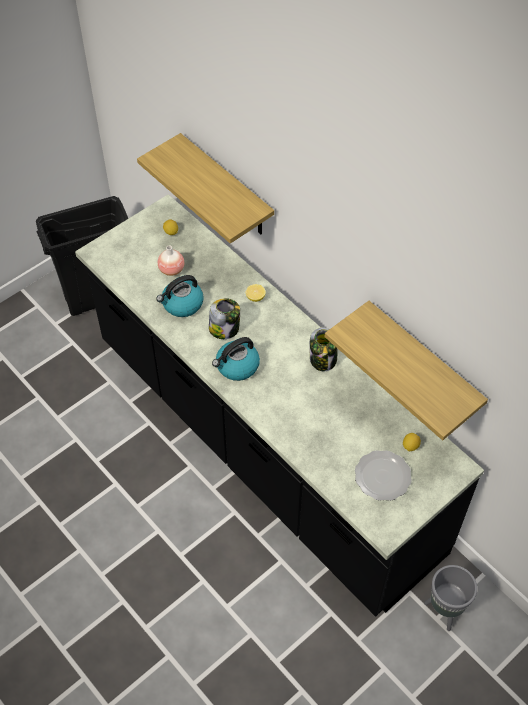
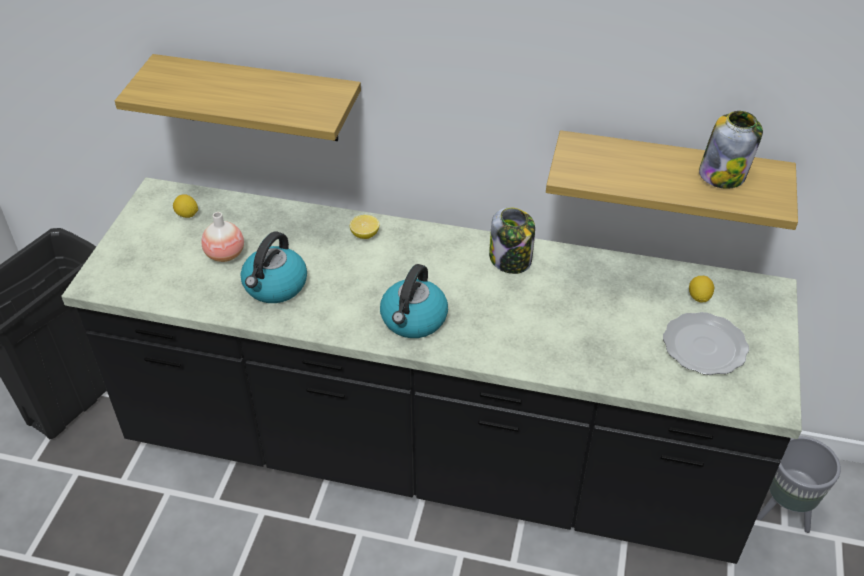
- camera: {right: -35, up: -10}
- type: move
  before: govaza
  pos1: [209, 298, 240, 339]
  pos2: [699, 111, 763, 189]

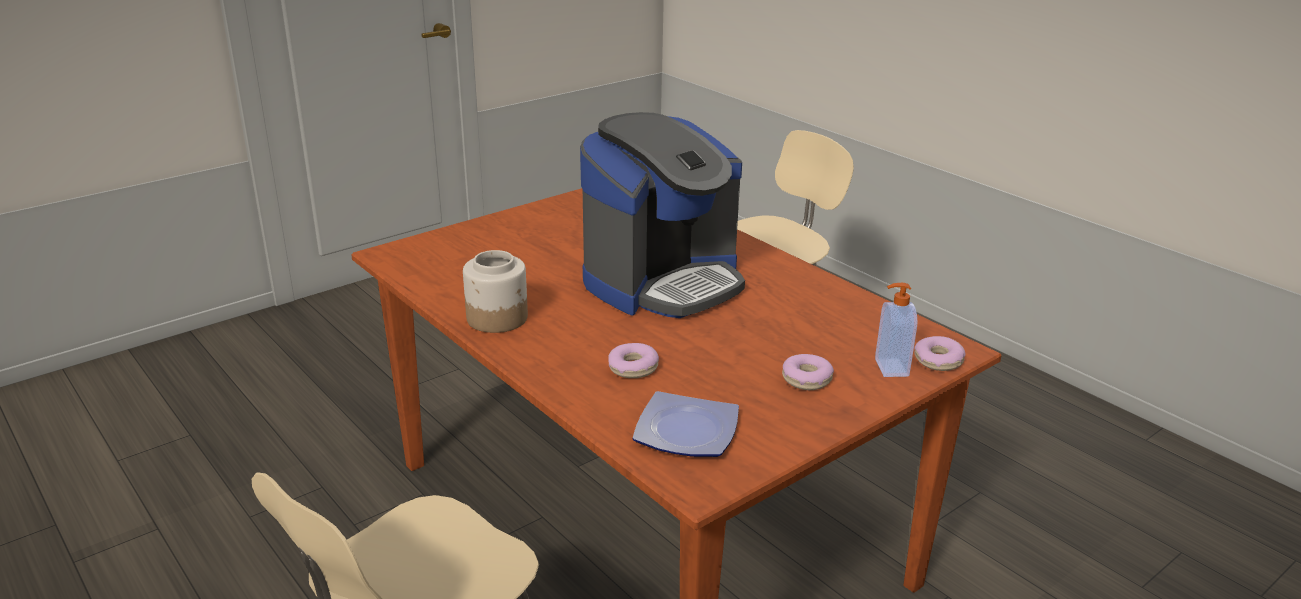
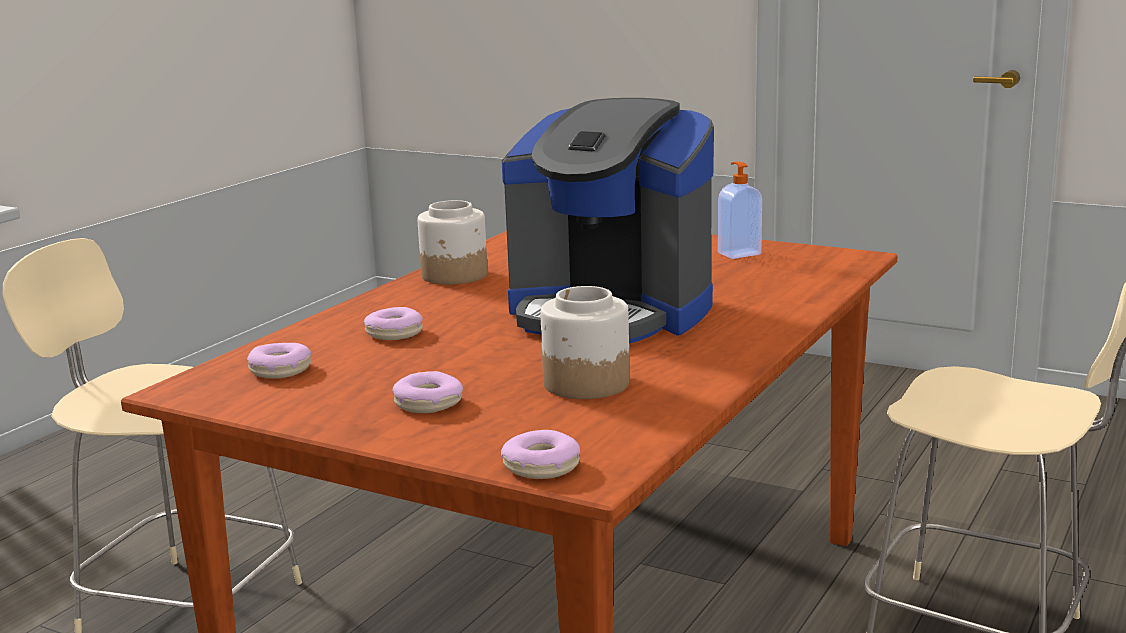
- camera: {right: 70, up: -10}
- type: move
  before: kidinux
  pos1: [875, 283, 918, 377]
  pos2: [718, 161, 762, 259]
- type: replace
  before: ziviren
  after: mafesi
  pos1: [632, 391, 739, 457]
  pos2: [247, 343, 311, 379]
- type: insert
  after: govaza
  pos2: [541, 286, 630, 399]

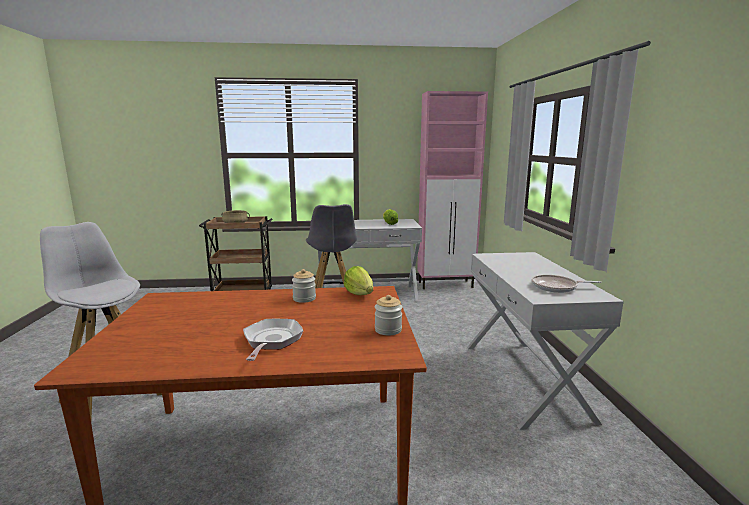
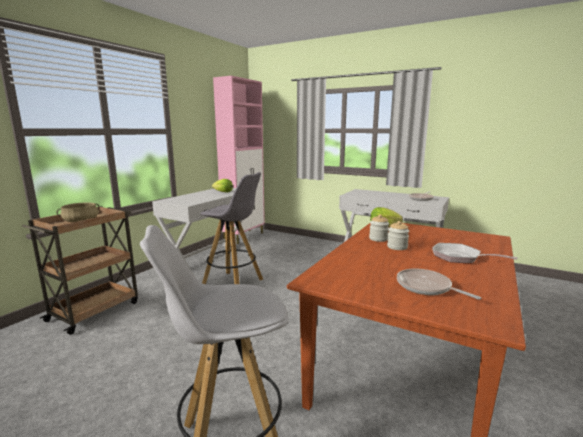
- camera: {right: -55, up: 0}
- type: move
  before: govaza
  pos1: [375, 295, 402, 335]
  pos2: [387, 221, 409, 250]
- type: insert
  after: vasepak
  pos2: [397, 269, 481, 299]

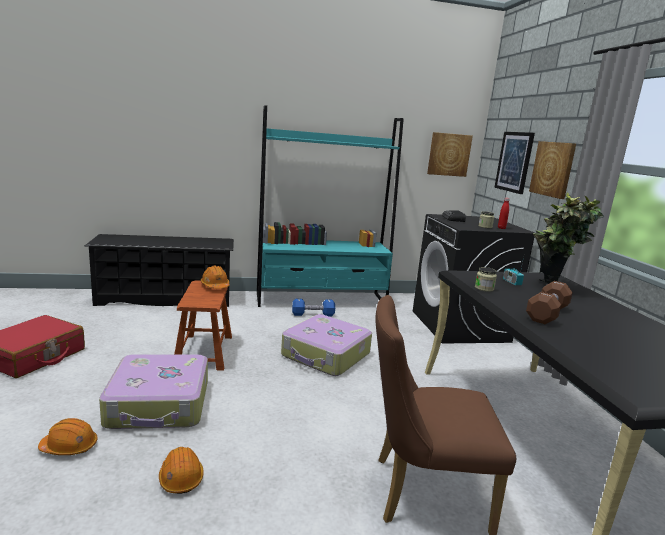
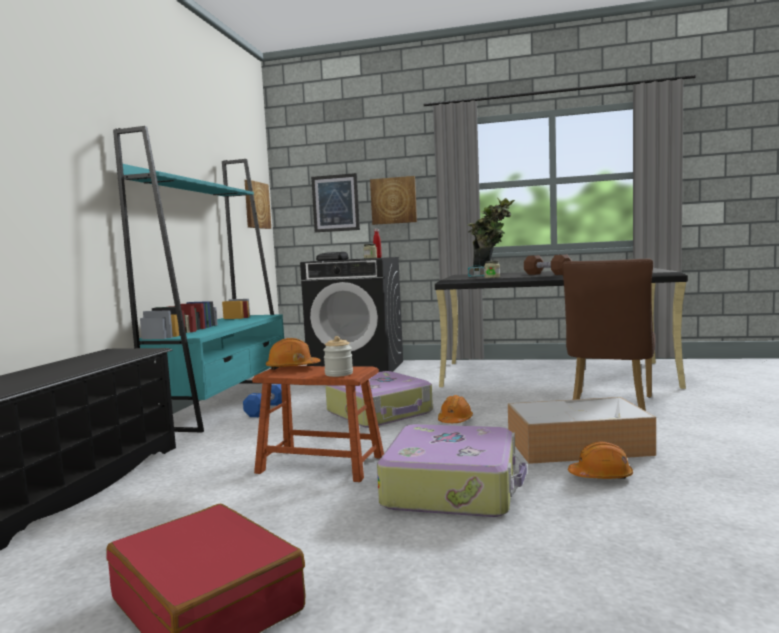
- camera: {right: -65, up: -10}
- type: move
  before: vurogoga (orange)
  pos1: [38, 418, 98, 455]
  pos2: [438, 395, 473, 423]
- type: insert
  after: govaza
  pos2: [323, 336, 353, 377]
- type: insert
  after: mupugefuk
  pos2: [508, 397, 656, 464]

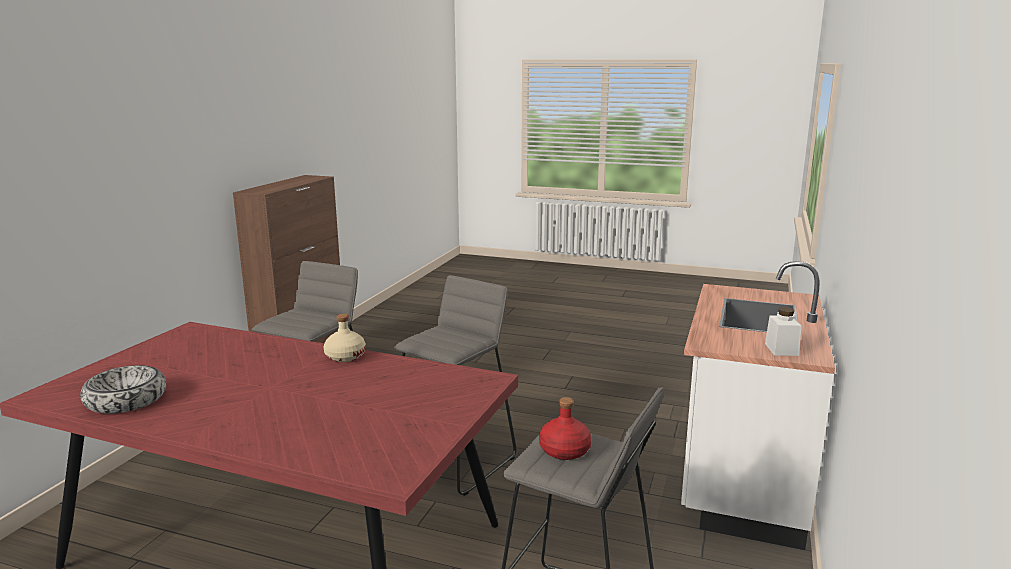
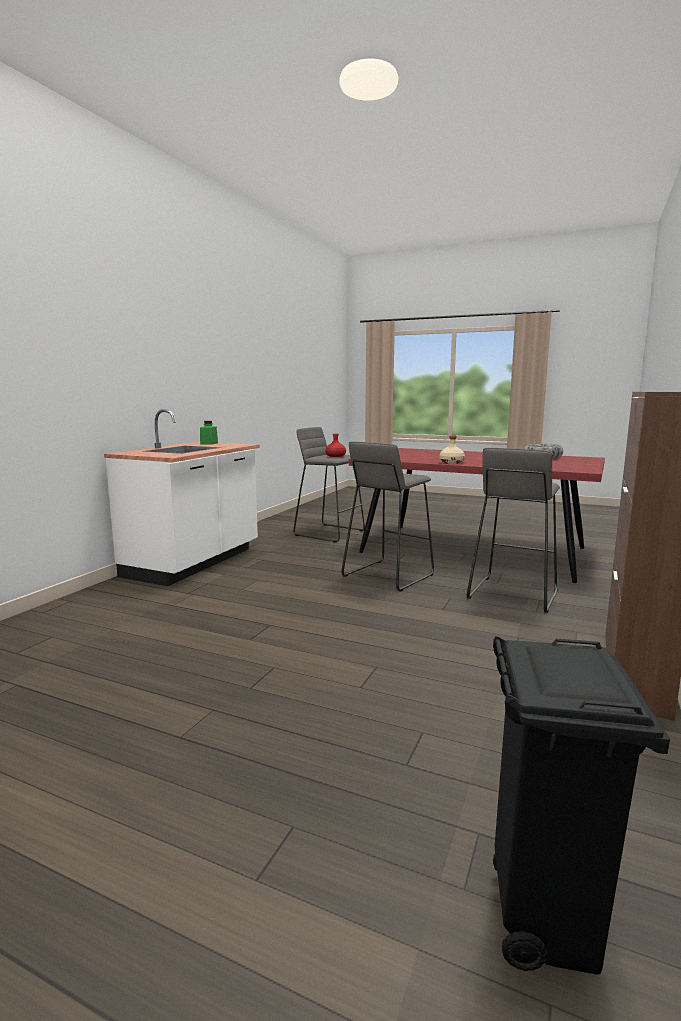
- camera: {right: -175, up: -5}
- type: recolor
  before: govaza (white)
  after: govaza (green)
  pos1: [765, 307, 801, 356]
  pos2: [200, 421, 218, 445]
- type: insert
  after: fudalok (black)
  pos2: [493, 636, 670, 975]

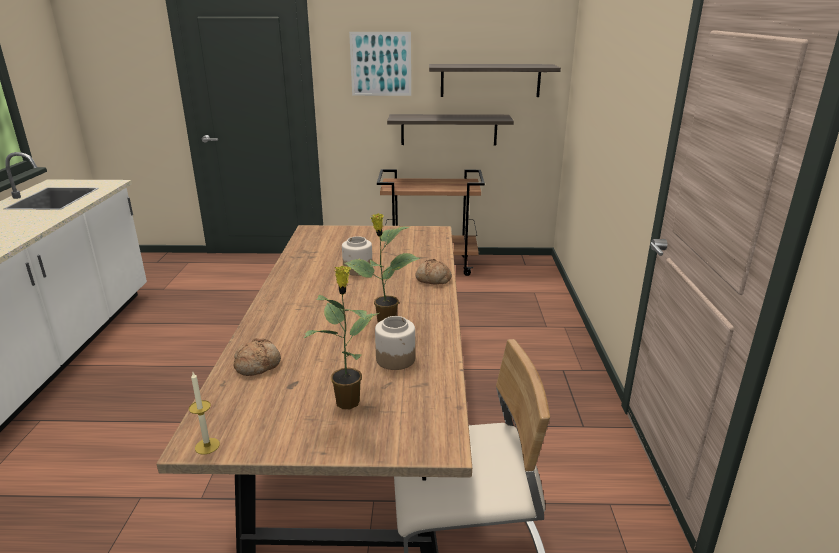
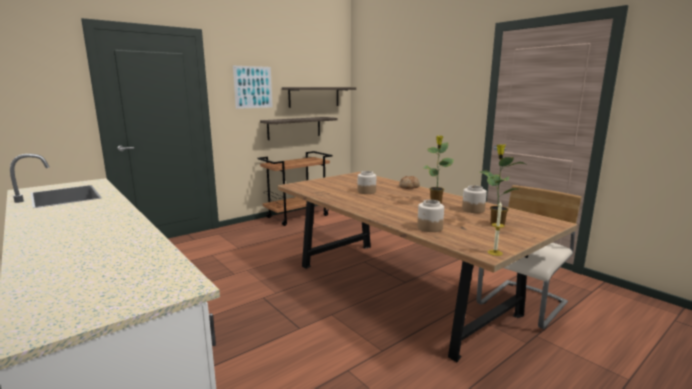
- camera: {right: -40, up: -10}
- type: replace
  before: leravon
  after: govaza
  pos1: [234, 338, 281, 376]
  pos2: [417, 200, 444, 232]

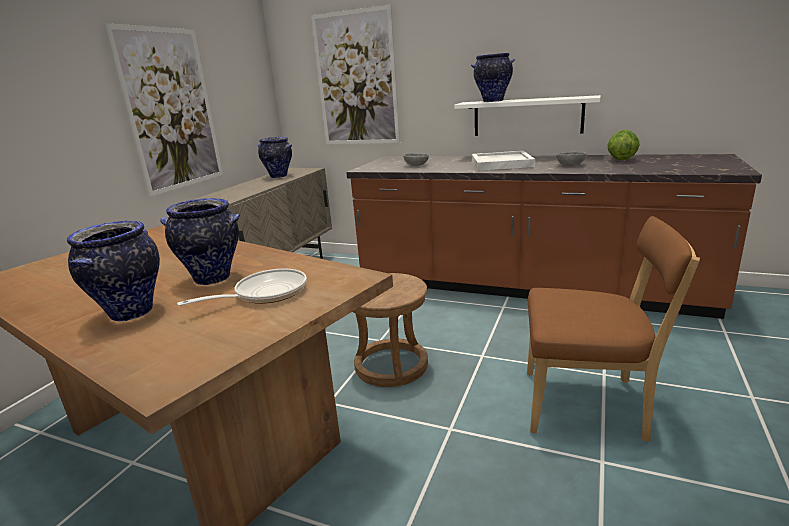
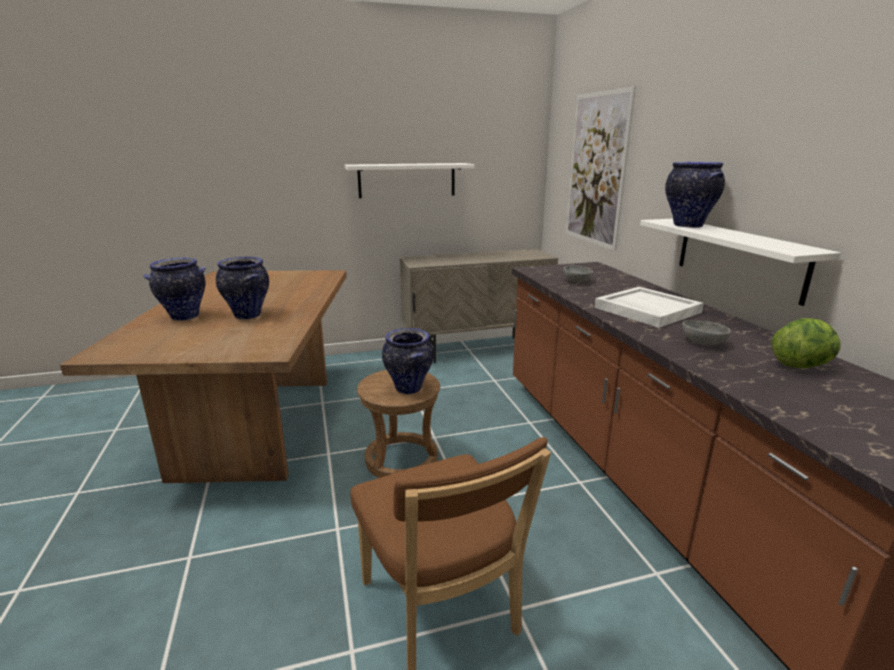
- camera: {right: 50, up: 0}
- type: replace
  before: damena
  after: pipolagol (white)
  pos1: [103, 23, 223, 197]
  pos2: [345, 163, 475, 198]
- type: move
  before: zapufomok
  pos1: [258, 137, 292, 178]
  pos2: [382, 328, 433, 394]
- type: delete
  before: vasepak
  pos1: [177, 268, 307, 306]

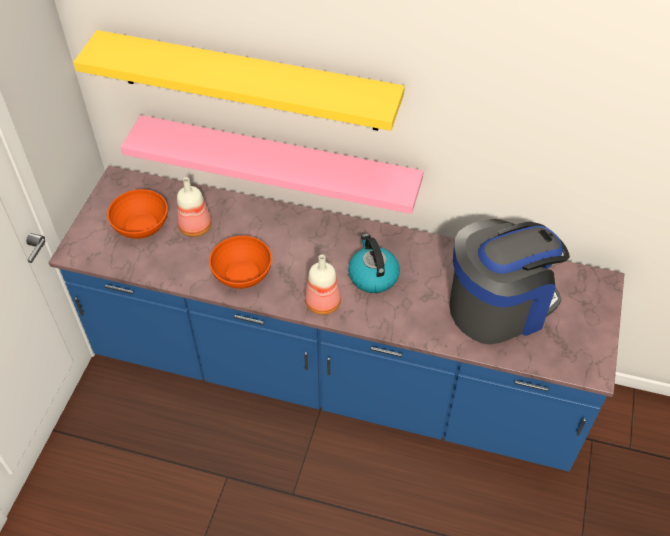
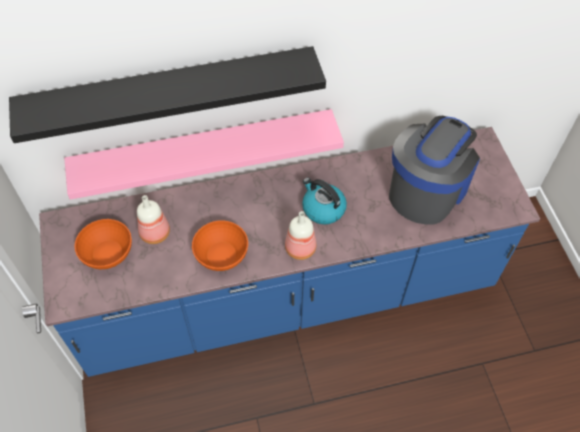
- camera: {right: -30, up: 5}
- type: recolor
  before: pipolagol (yellow)
  after: pipolagol (black)
  pos1: [73, 30, 405, 131]
  pos2: [9, 46, 326, 143]

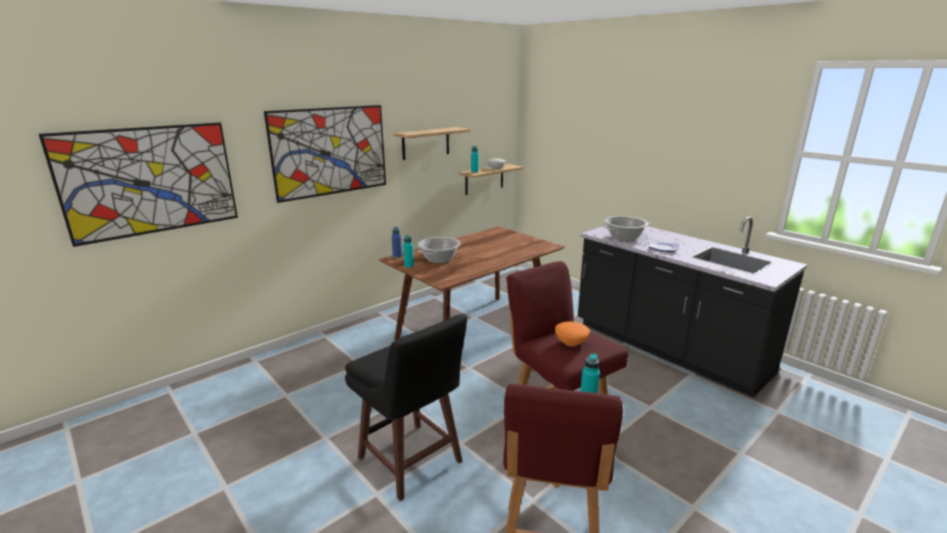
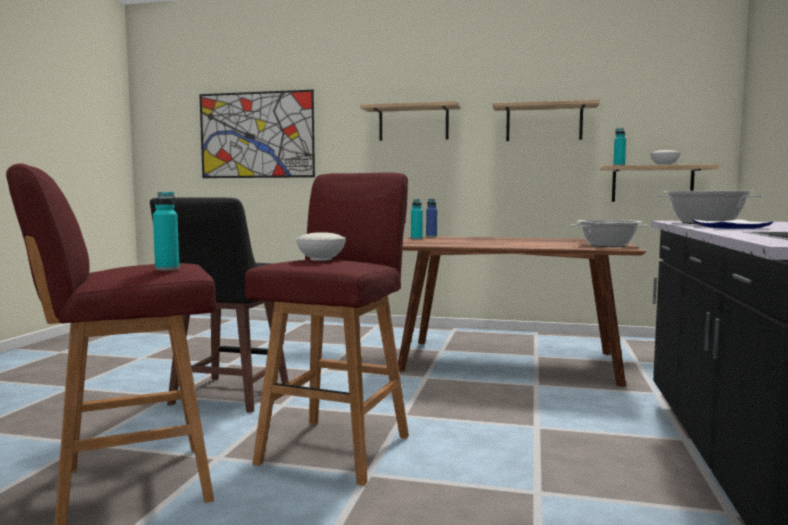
- camera: {right: 55, up: -15}
- type: replace
  before: damena
  after: pipolagol
  pos1: [264, 105, 386, 203]
  pos2: [360, 101, 461, 141]
- type: move
  before: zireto
  pos1: [418, 237, 461, 263]
  pos2: [570, 220, 649, 247]
- type: recolor
  before: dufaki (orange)
  after: dufaki (white)
  pos1: [555, 322, 590, 346]
  pos2: [296, 232, 346, 261]

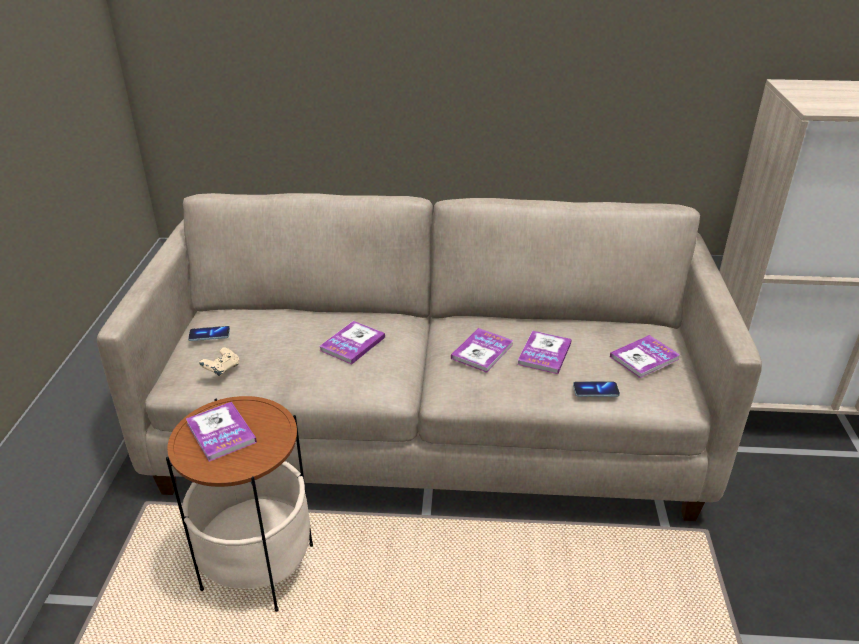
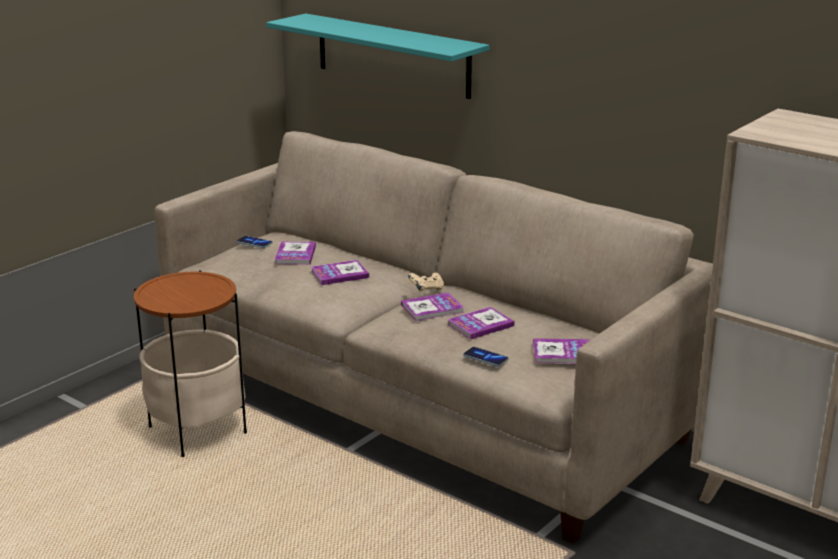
- camera: {right: 35, up: -10}
- type: move
  before: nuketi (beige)
  pos1: [199, 347, 239, 377]
  pos2: [408, 273, 444, 292]
- type: move
  before: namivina
  pos1: [186, 402, 257, 462]
  pos2: [274, 242, 316, 265]
- type: insert
  after: pipolagol (turquoise)
  pos2: [266, 14, 490, 99]

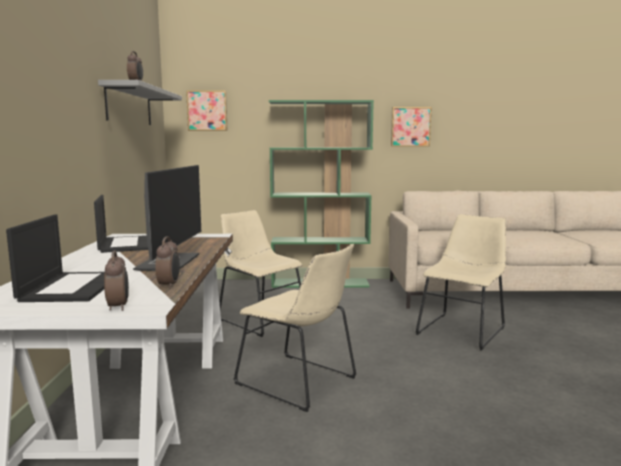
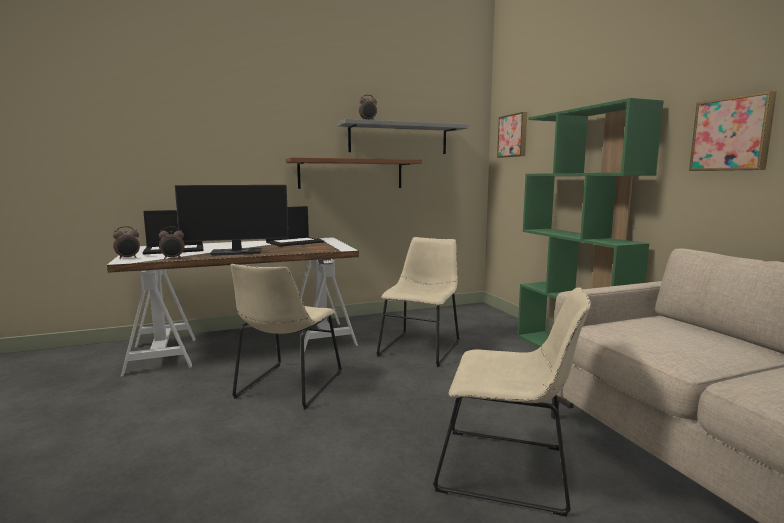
- camera: {right: 70, up: 0}
- type: insert
  after: pipolagol (brown)
  pos2: [286, 157, 422, 189]

